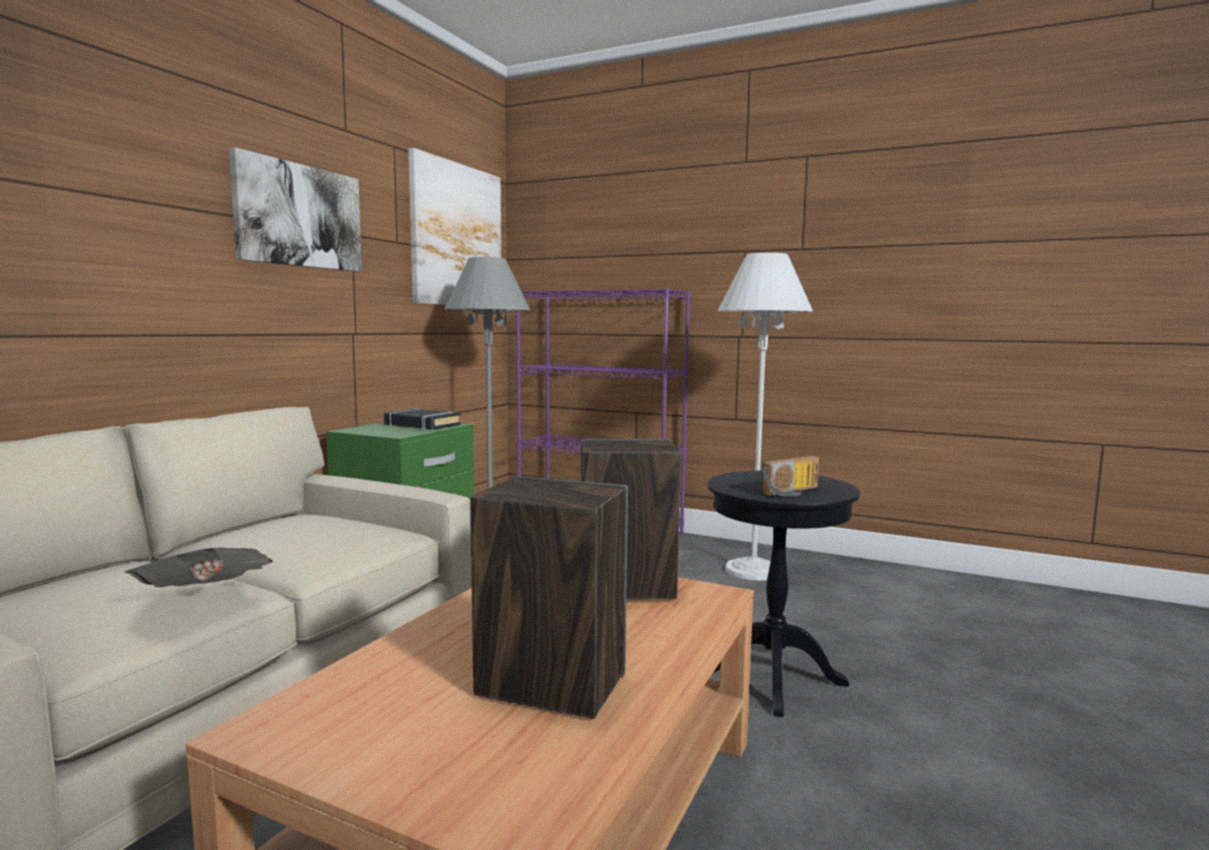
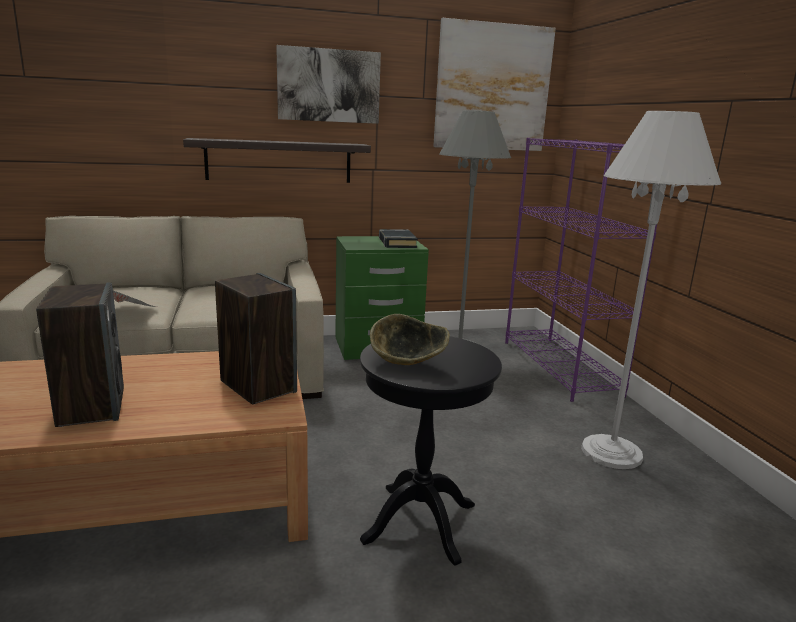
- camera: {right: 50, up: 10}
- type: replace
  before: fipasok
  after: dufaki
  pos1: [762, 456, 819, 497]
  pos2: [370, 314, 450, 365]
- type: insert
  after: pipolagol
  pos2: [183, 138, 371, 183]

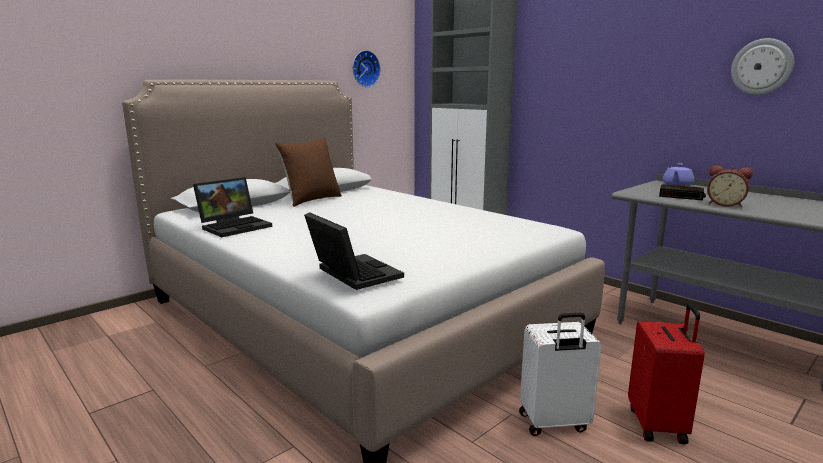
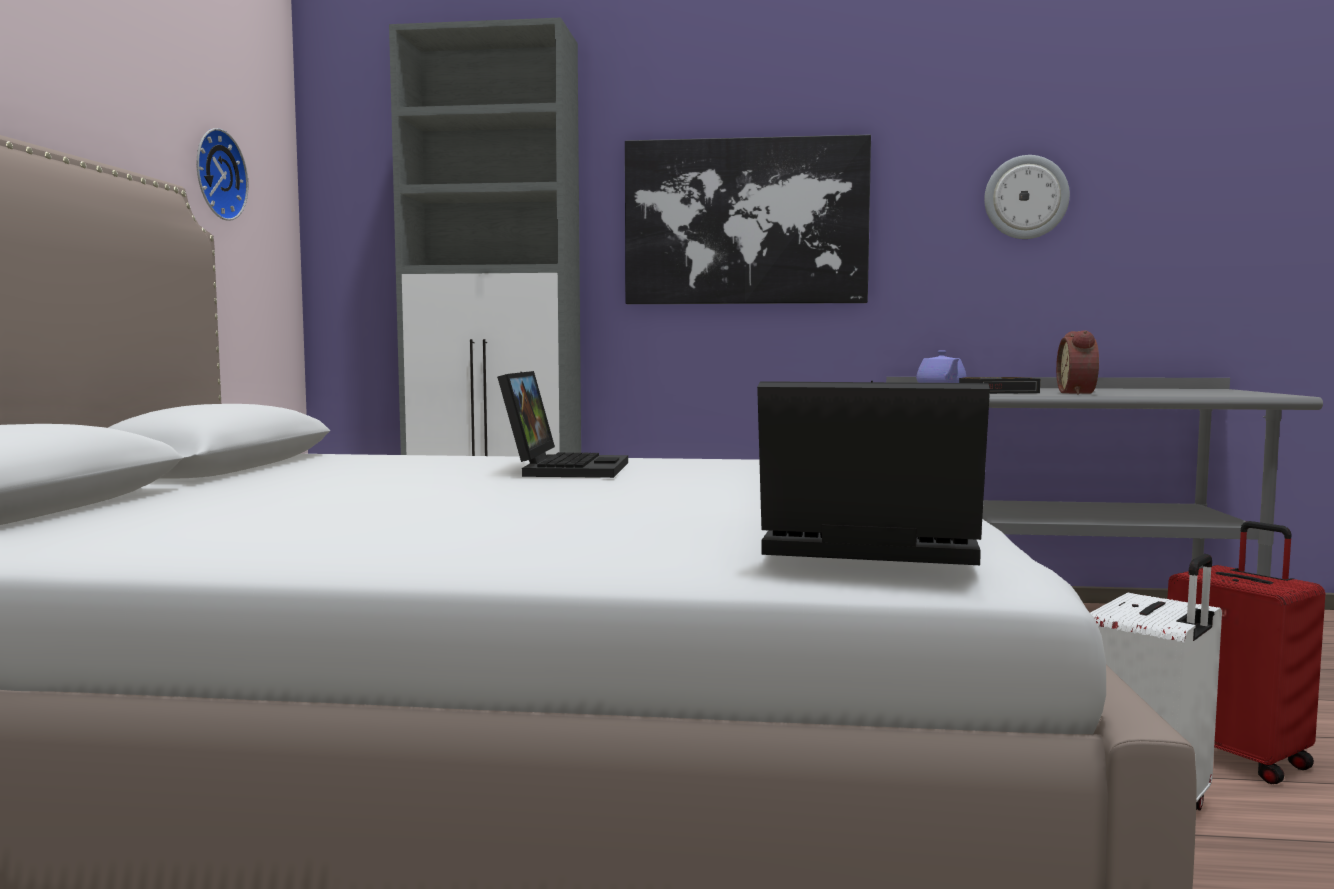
- camera: {right: -40, up: -10}
- type: delete
  before: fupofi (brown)
  pos1: [275, 138, 342, 207]
- type: rotate
  before: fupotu
  pos1: [707, 165, 753, 207]
  pos2: [1056, 330, 1099, 395]
  turn: 105
- type: move
  before: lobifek
  pos1: [193, 177, 272, 237]
  pos2: [497, 371, 628, 478]
- type: insert
  after: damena
  pos2: [625, 135, 871, 304]

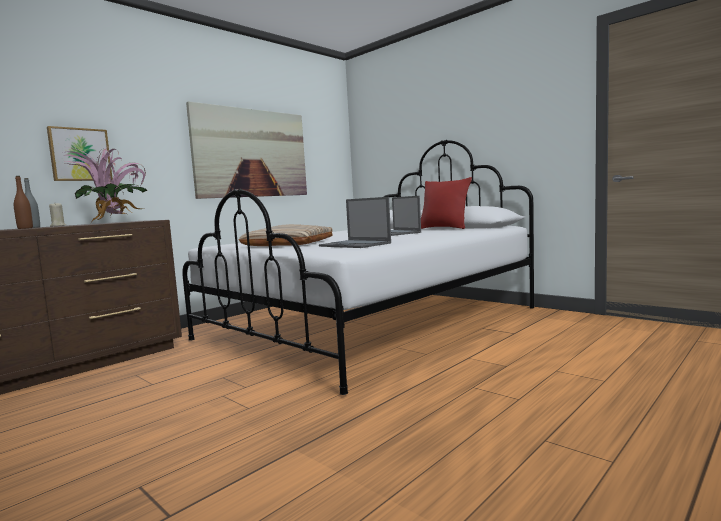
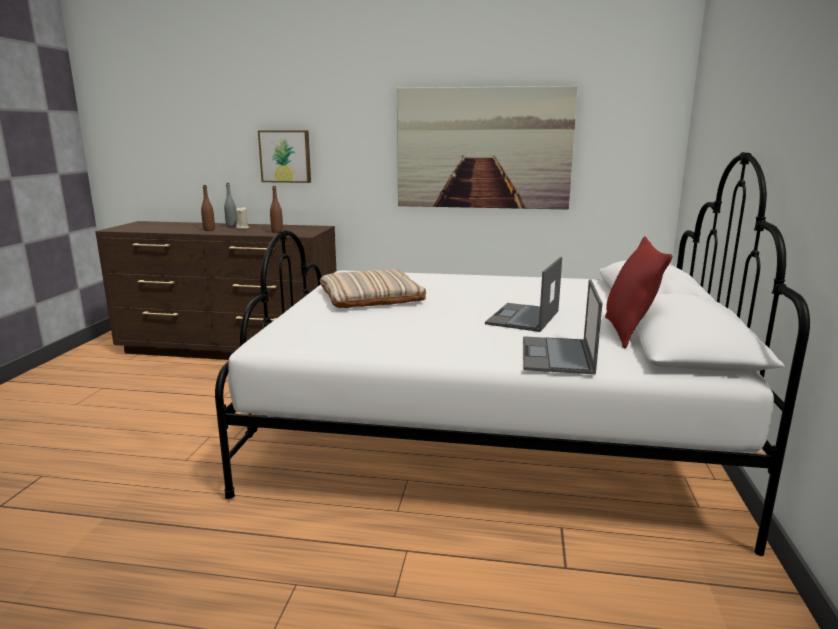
- camera: {right: 55, up: 10}
- type: replace
  before: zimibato
  after: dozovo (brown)
  pos1: [63, 148, 148, 223]
  pos2: [270, 186, 283, 233]
- type: move
  before: lobifek
  pos1: [319, 197, 391, 248]
  pos2: [523, 279, 603, 374]

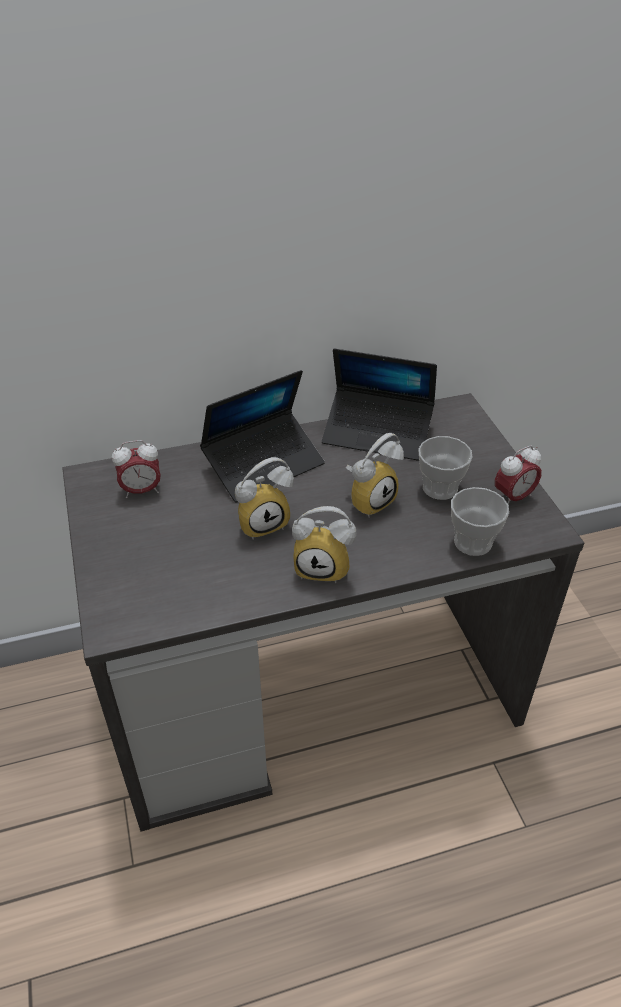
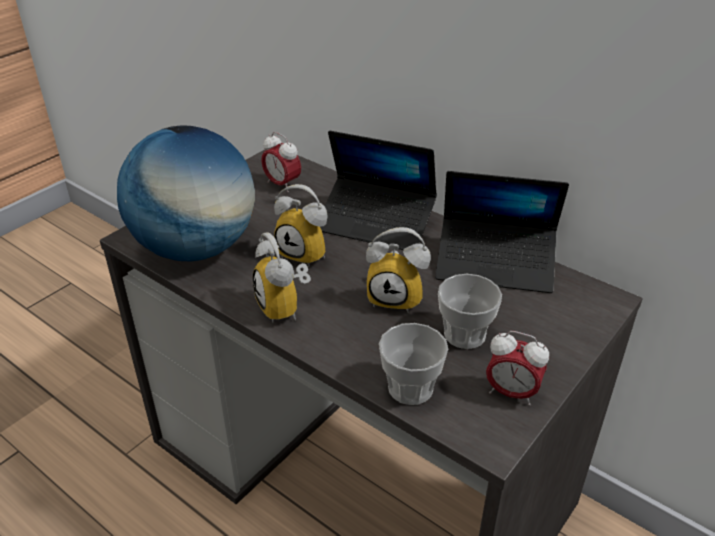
- camera: {right: 55, up: -5}
- type: rotate
  before: lobifek
  pos1: [322, 348, 437, 461]
  pos2: [435, 171, 569, 293]
  turn: -60
- type: insert
  after: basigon
  pos2: [117, 125, 255, 262]

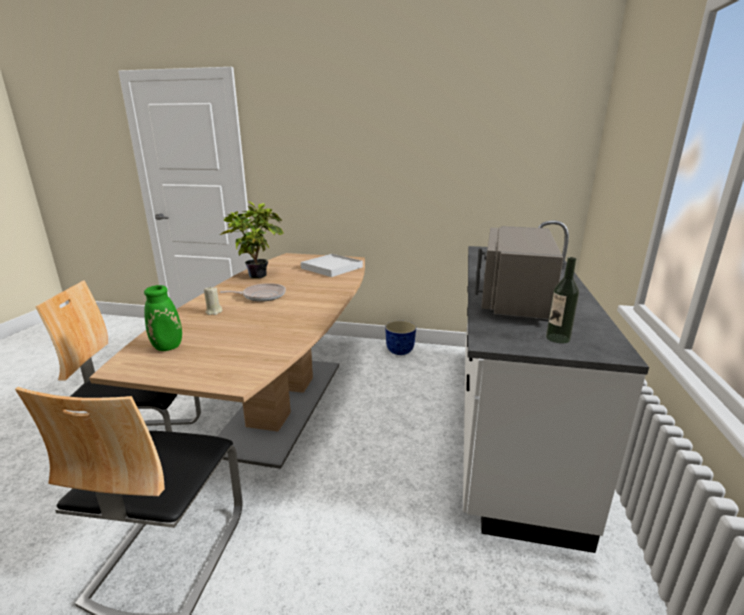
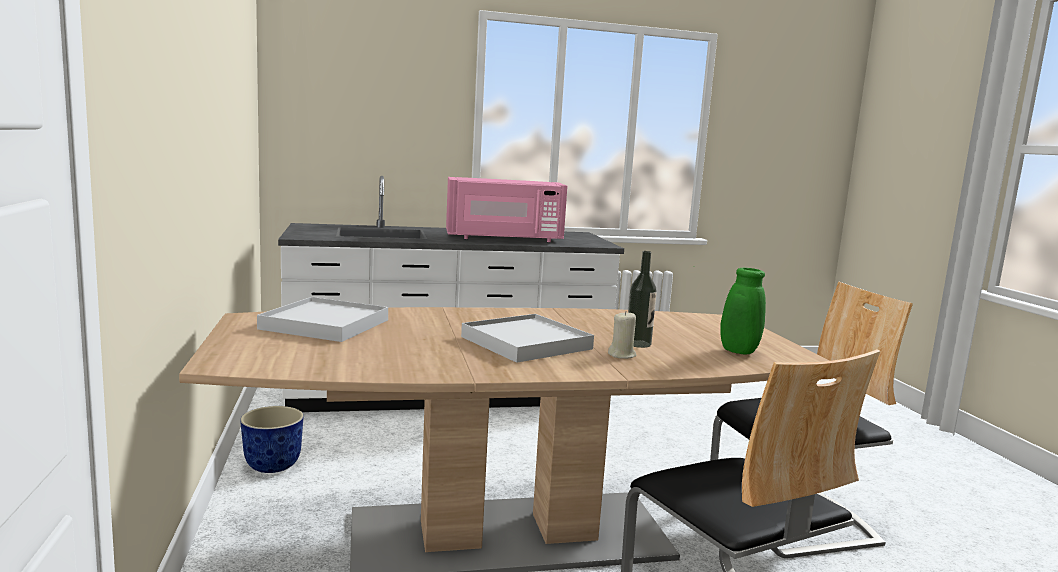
- camera: {right: -115, up: -10}
- type: delete
  before: zimibato
  pos1: [220, 201, 284, 278]
- type: recolor
  before: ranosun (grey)
  after: ranosun (pink)
  pos1: [475, 226, 563, 321]
  pos2: [446, 177, 567, 242]
- type: move
  before: dozovo
  pos1: [546, 257, 579, 343]
  pos2: [628, 251, 657, 348]
- type: replace
  before: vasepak
  after: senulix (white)
  pos1: [220, 283, 286, 302]
  pos2: [461, 314, 594, 363]

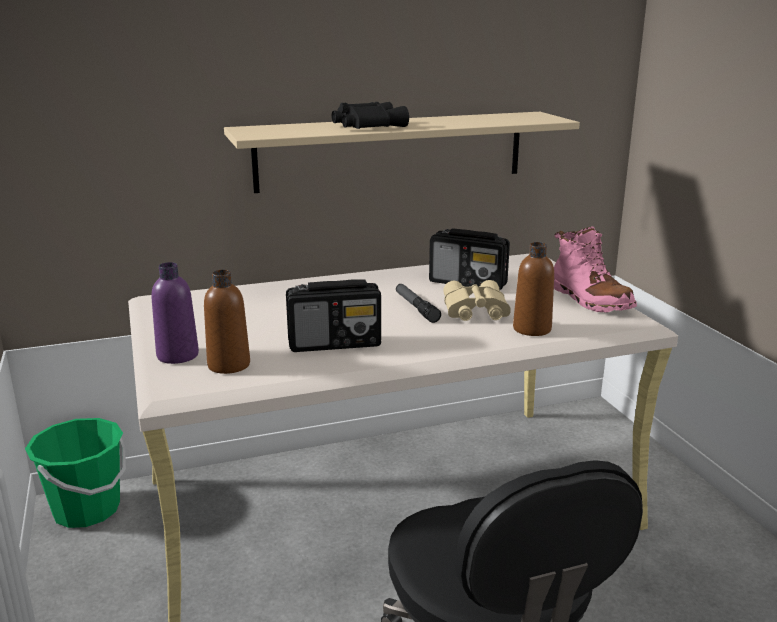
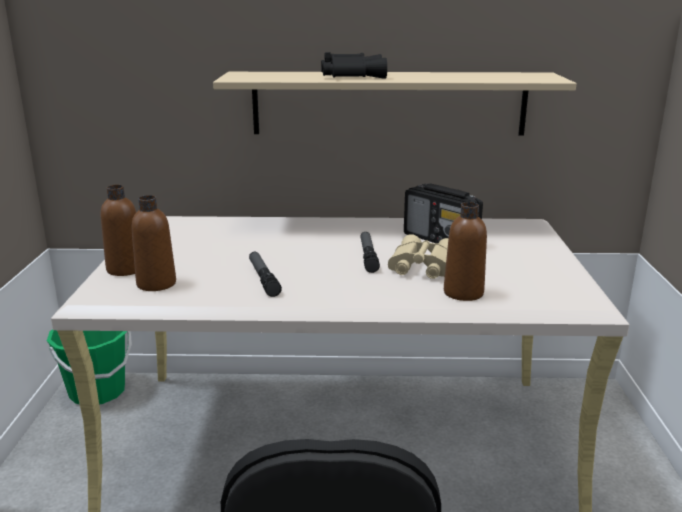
- camera: {right: 20, up: 0}
- type: delete
  before: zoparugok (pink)
  pos1: [554, 227, 637, 313]
- type: recolor
  before: dozovo (purple)
  after: dozovo (brown)
  pos1: [152, 262, 199, 364]
  pos2: [101, 185, 136, 276]
- type: replace
  before: fipasok
  after: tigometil
  pos1: [286, 280, 381, 352]
  pos2: [249, 252, 282, 297]

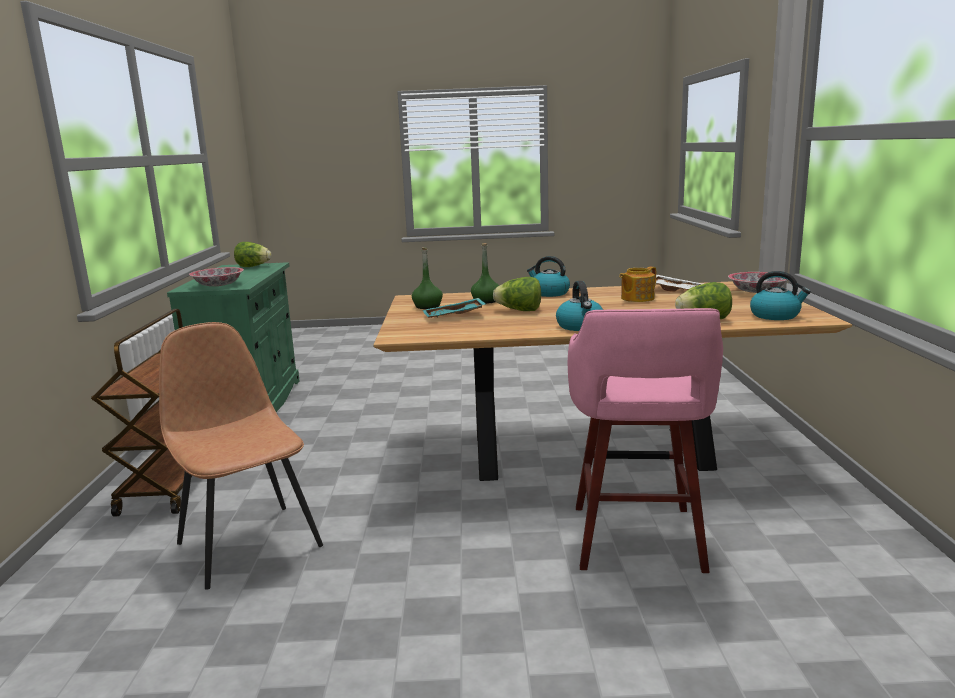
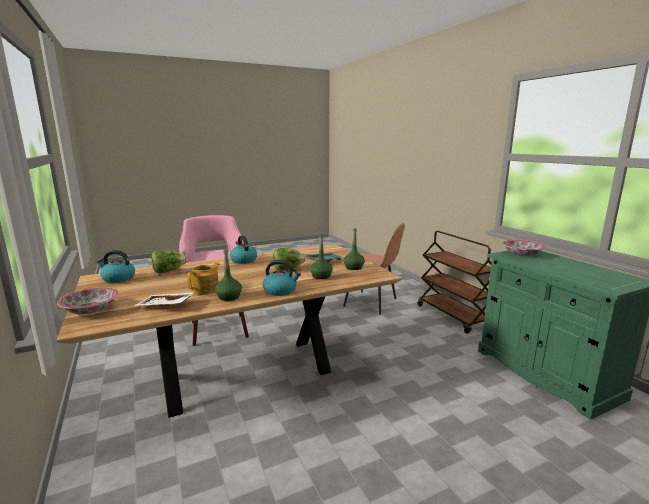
- camera: {right: 155, up: 0}
- type: delete
  before: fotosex
  pos1: [234, 242, 272, 267]
- type: insert
  after: dozovo (green)
  pos2: [215, 249, 242, 301]

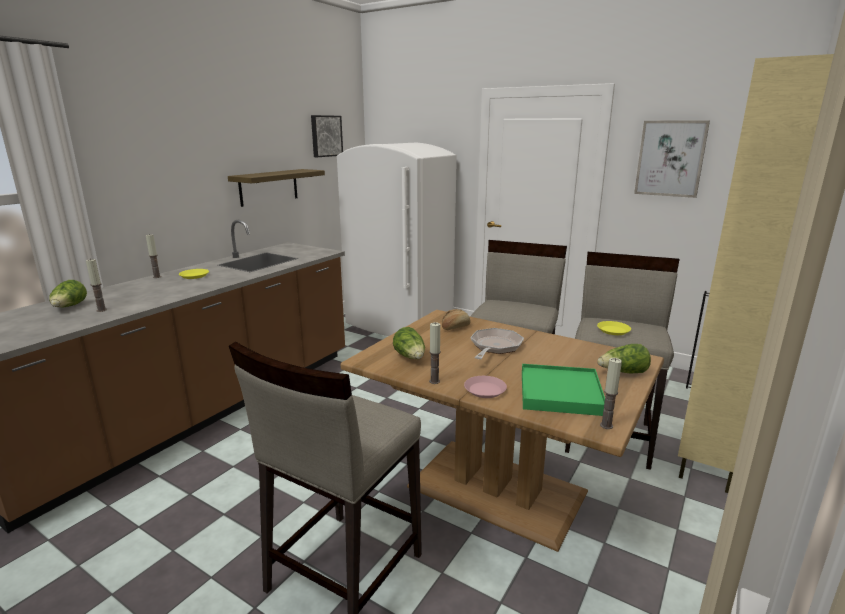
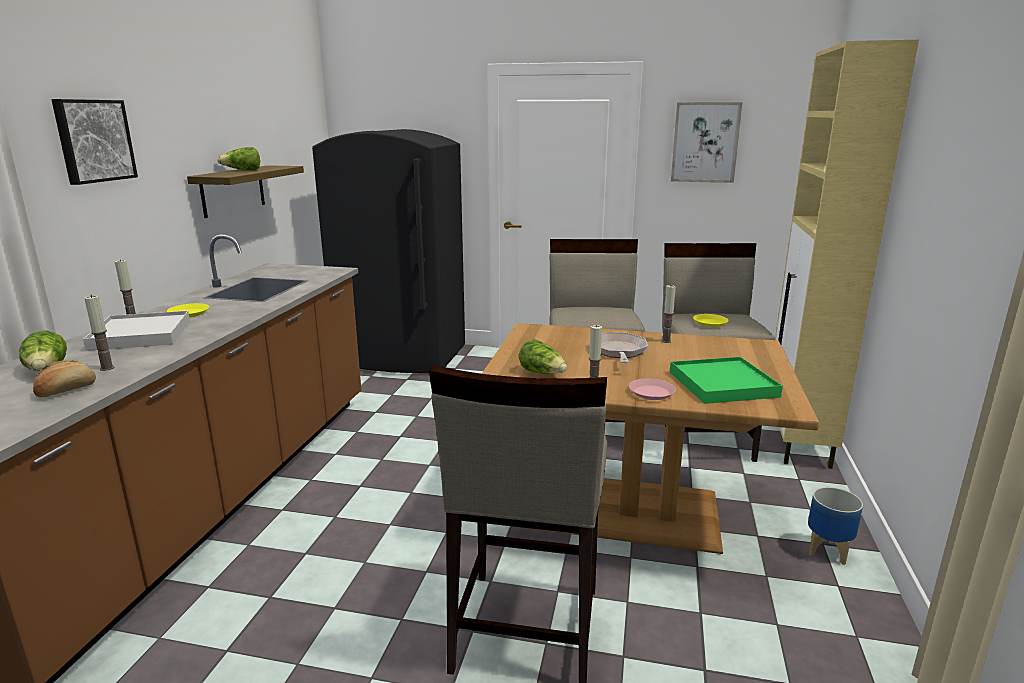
- camera: {right: -20, up: 0}
- type: move
  before: damena
  pos1: [311, 115, 343, 157]
  pos2: [51, 99, 138, 185]
- type: recolor
  before: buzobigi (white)
  after: buzobigi (black)
  pos1: [337, 143, 457, 336]
  pos2: [312, 129, 465, 373]
- type: move
  before: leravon
  pos1: [442, 309, 470, 330]
  pos2: [33, 360, 96, 397]
- type: move
  before: fotosex
  pos1: [597, 344, 651, 373]
  pos2: [217, 147, 260, 171]
- type: move
  before: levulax
  pos1: [600, 358, 622, 429]
  pos2: [661, 285, 676, 343]
- type: insert
  after: senulix (white)
  pos2: [83, 311, 190, 351]
- type: insert
  after: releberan
  pos2: [808, 487, 863, 565]

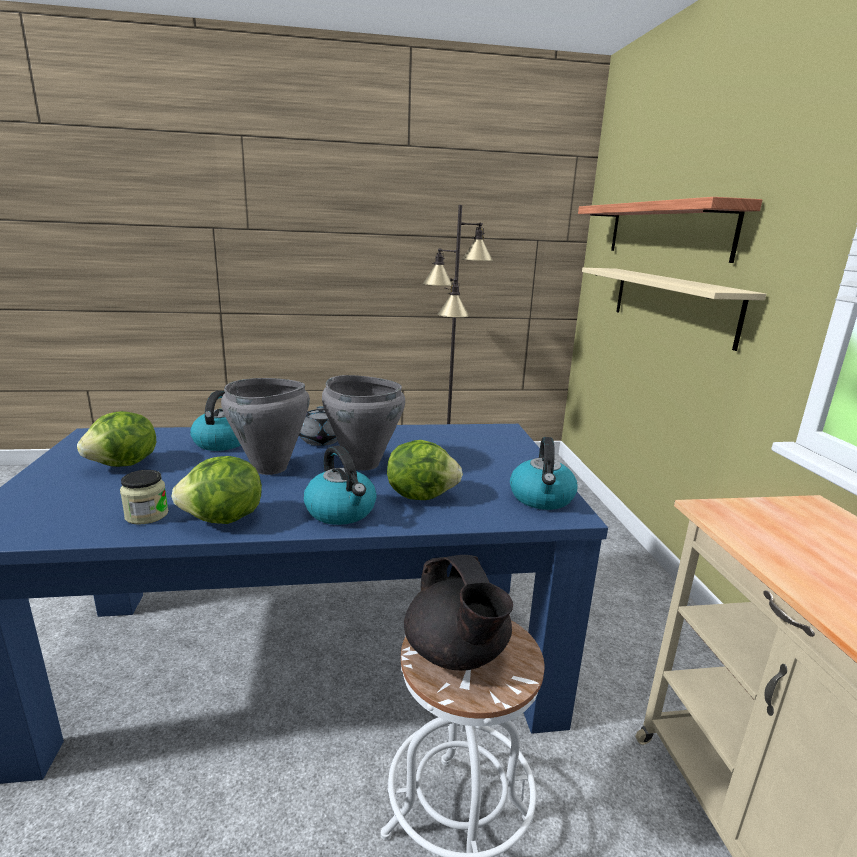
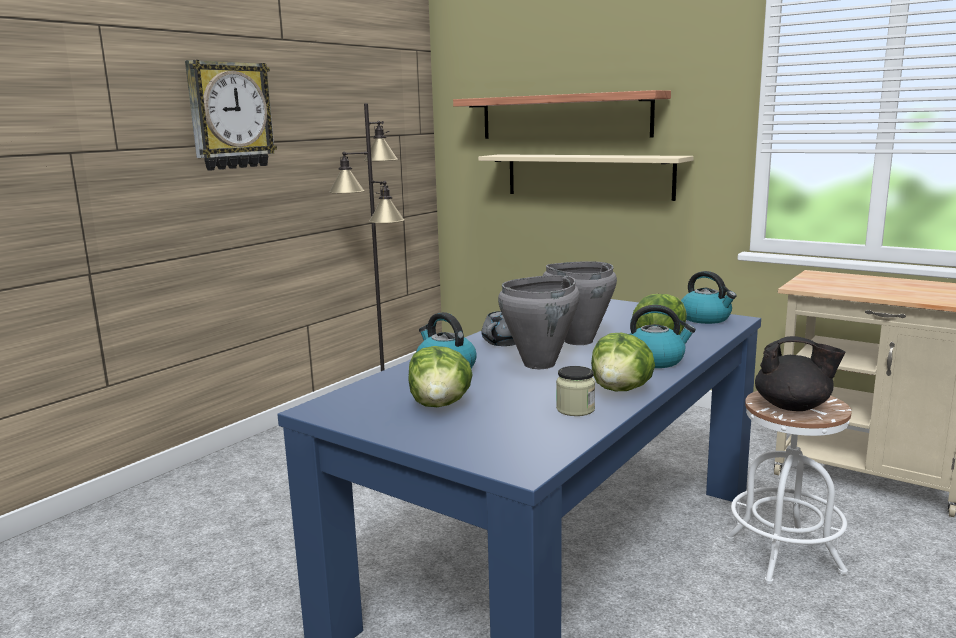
- camera: {right: -45, up: -5}
- type: insert
  after: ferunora
  pos2: [185, 60, 277, 171]

